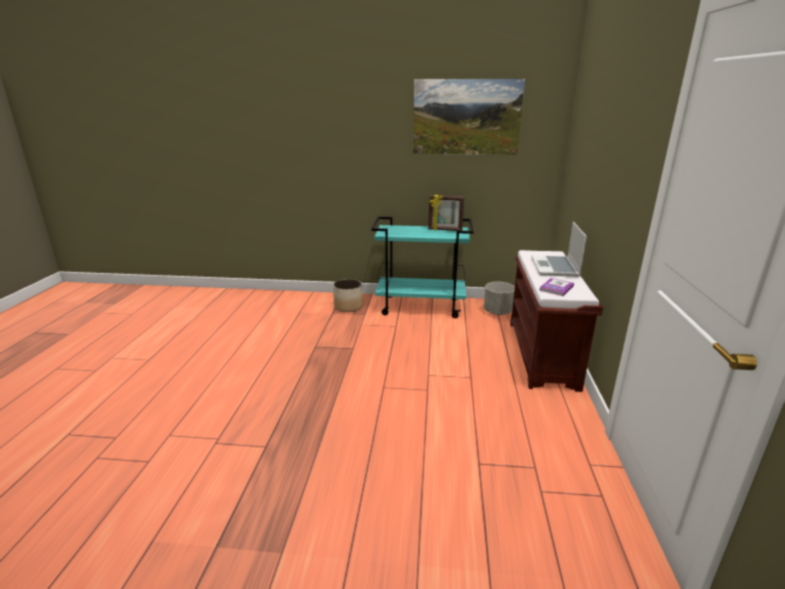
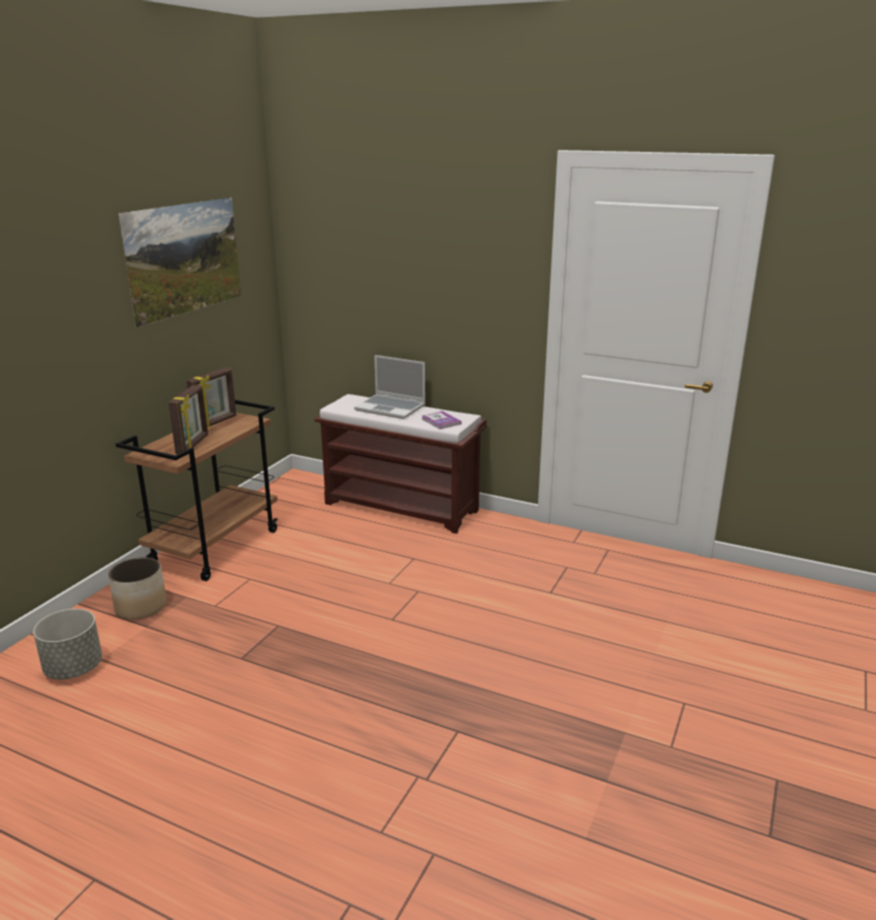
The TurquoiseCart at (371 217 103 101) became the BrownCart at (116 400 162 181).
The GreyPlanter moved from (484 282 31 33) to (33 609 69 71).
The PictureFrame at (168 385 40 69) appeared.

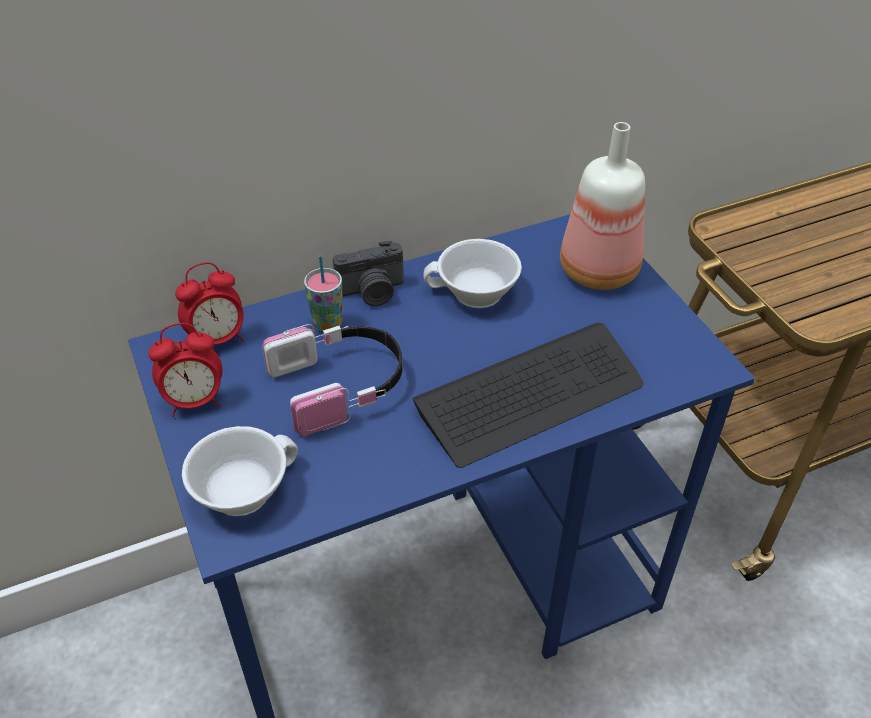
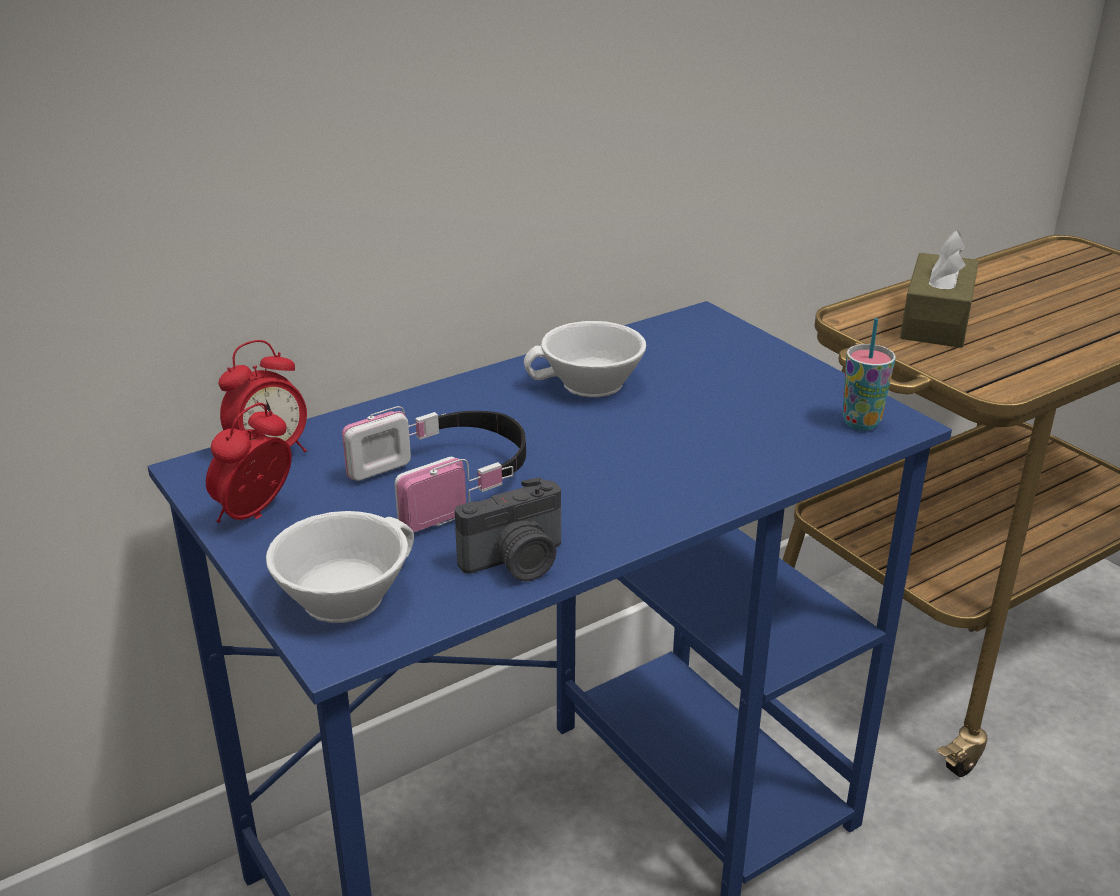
The Bottle at (560 122 85 168) disappeared.
The PhotoCamera moved from (333 241 71 65) to (455 477 106 104).
The Cup moved from (304 255 39 78) to (842 318 54 112).
The AlarmClock at (148 323 74 94) turned 150 degrees clockwise.
The Keyboard at (413 323 231 145) disappeared.
The BrownTissueBox at (900 230 79 118) appeared.

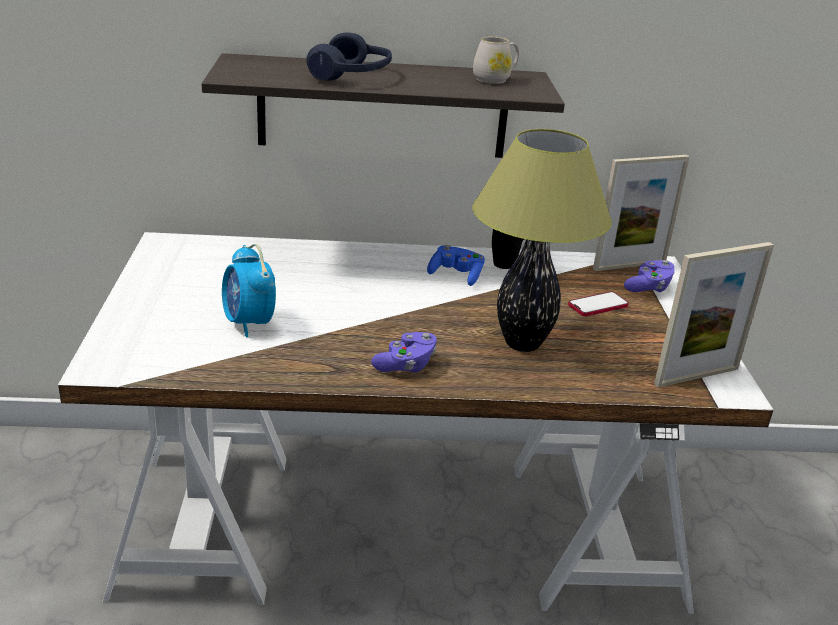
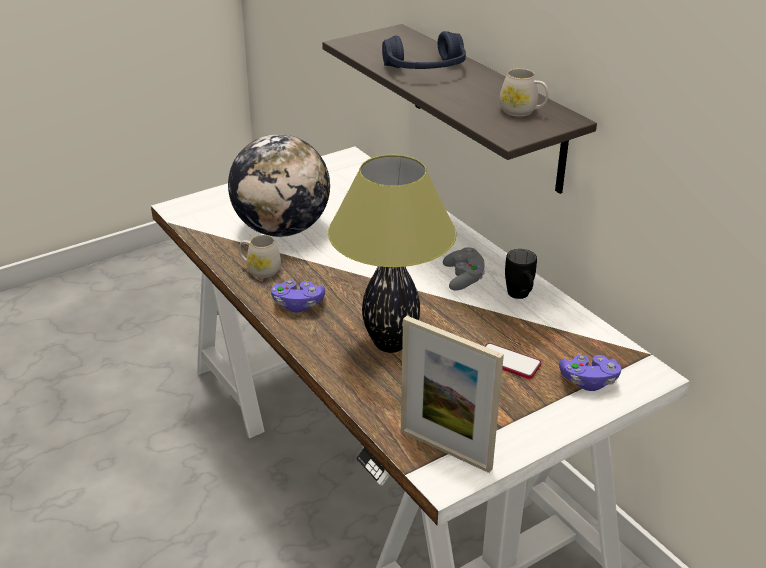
The PictureFrame at (593 155 97 116) disappeared.
The AlarmClock at (222 244 54 93) was replaced by the Globe at (228 134 102 103).
The BlueGameController at (427 245 58 41) became the GreyGameController at (443 247 42 44).
The WhiteMug at (239 235 42 43) appeared.

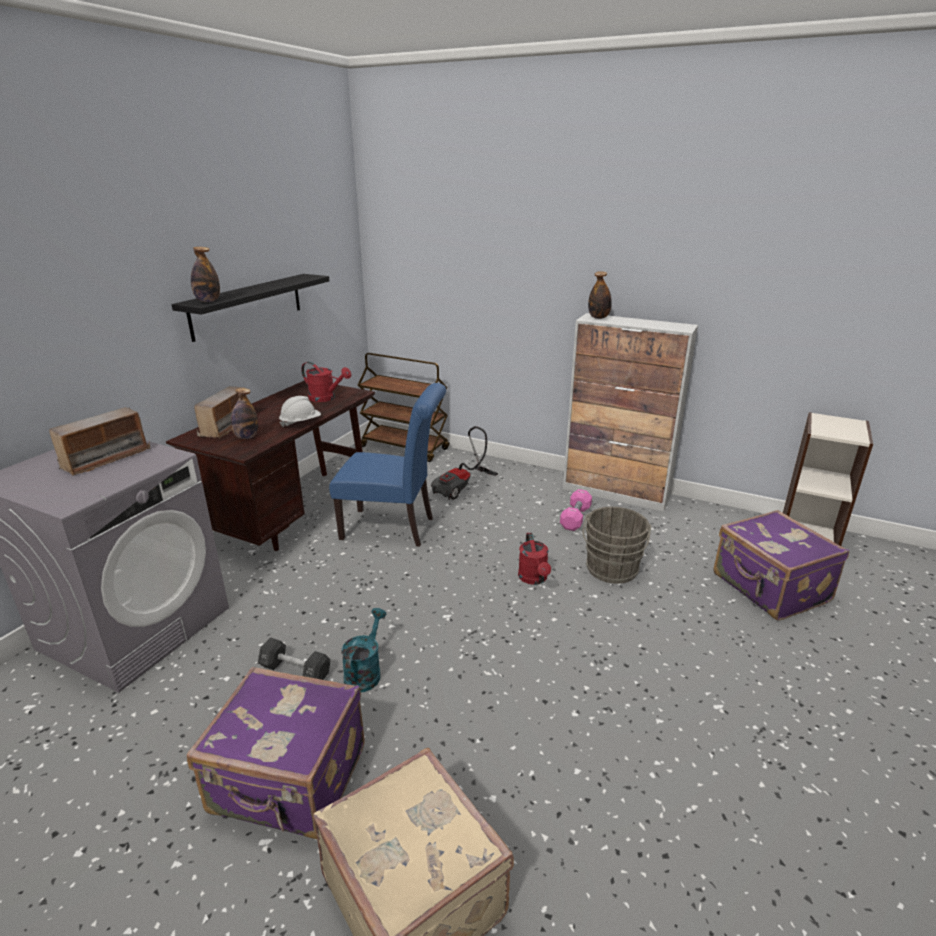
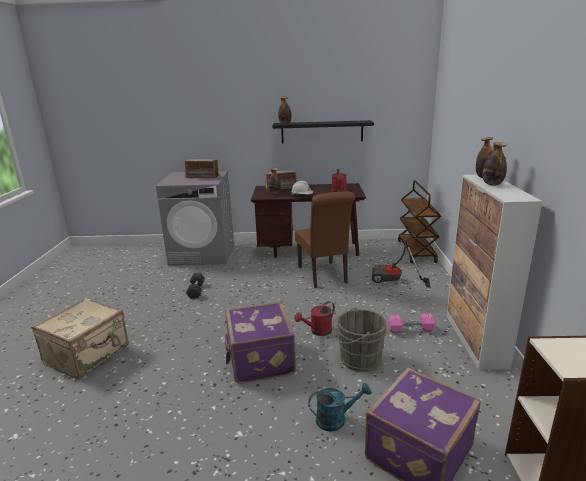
The BlueChair at (329 383 117 164) became the BrownChair at (295 191 60 97).
The TurquoiseWateringCan moved from (342 608 44 84) to (308 383 63 48).
The PurpleSuitcase moved from (187 667 178 173) to (224 302 72 82).
The Bottle at (483 142 24 44) appeared.

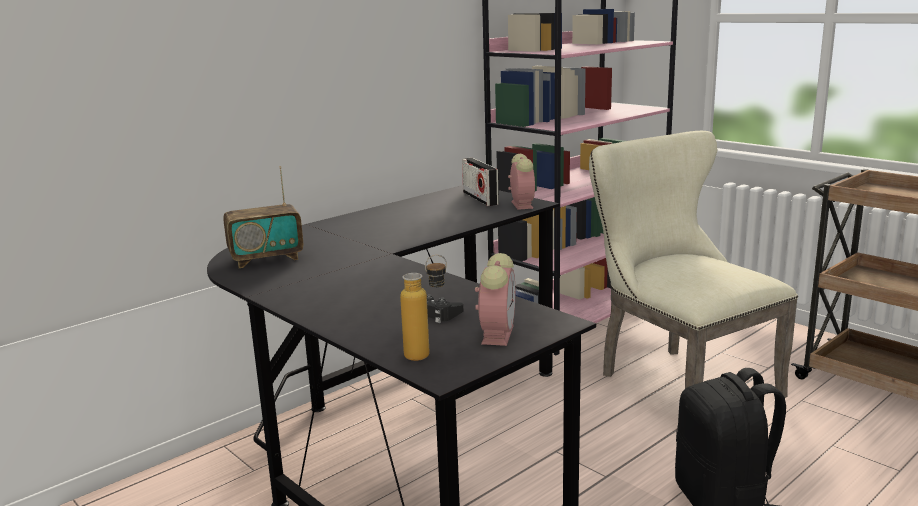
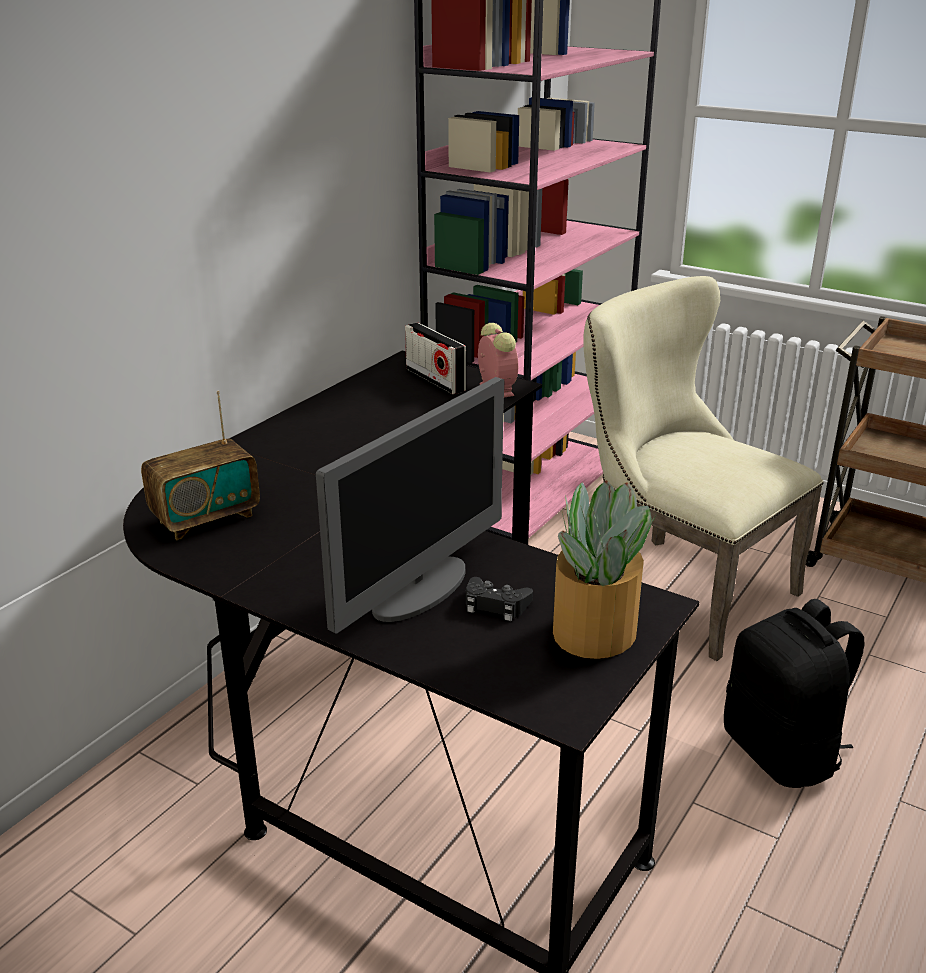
The AlarmClock at (475 253 40 93) was replaced by the PottedPlant at (553 481 103 178).
The Bottle at (400 255 47 106) disappeared.
The Monitor at (316 377 189 257) appeared.

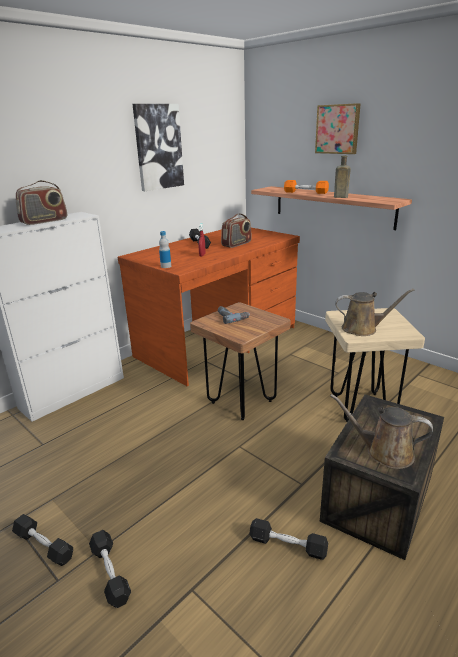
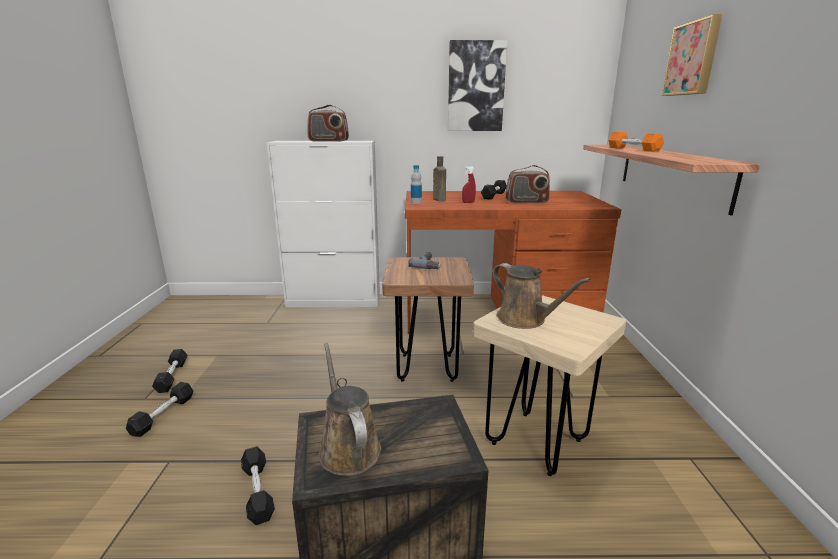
The BrownBottle moved from (334 156 17 42) to (433 156 13 46).

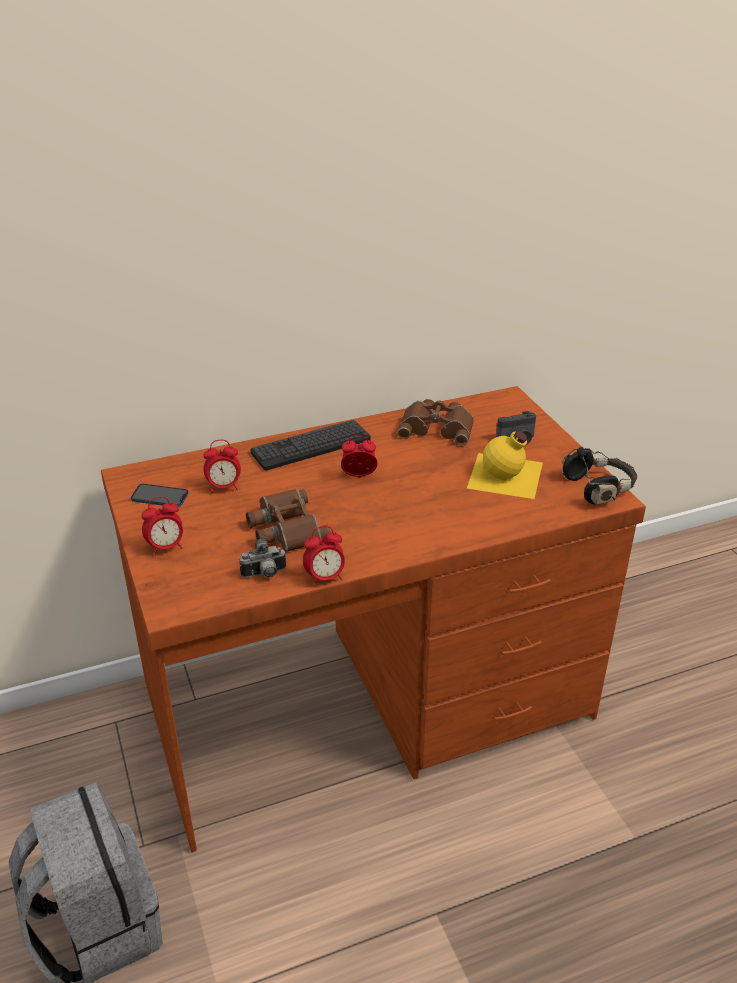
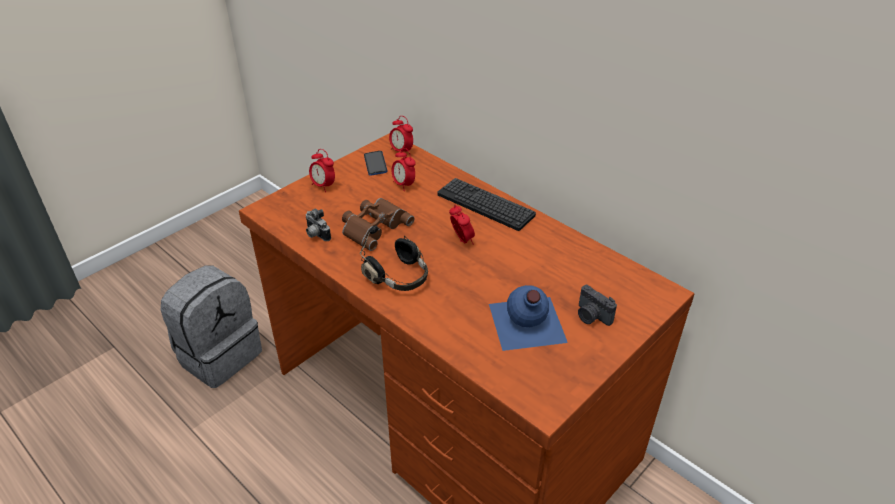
The BrownBinoculars at (398 399 76 47) disappeared.
The YellowBottle at (467 431 76 68) became the BlueBottle at (489 285 79 66).
The BlackHeadphones moved from (563 447 74 57) to (360 225 68 66).
The AlarmClock moved from (303 526 42 61) to (389 116 24 36).

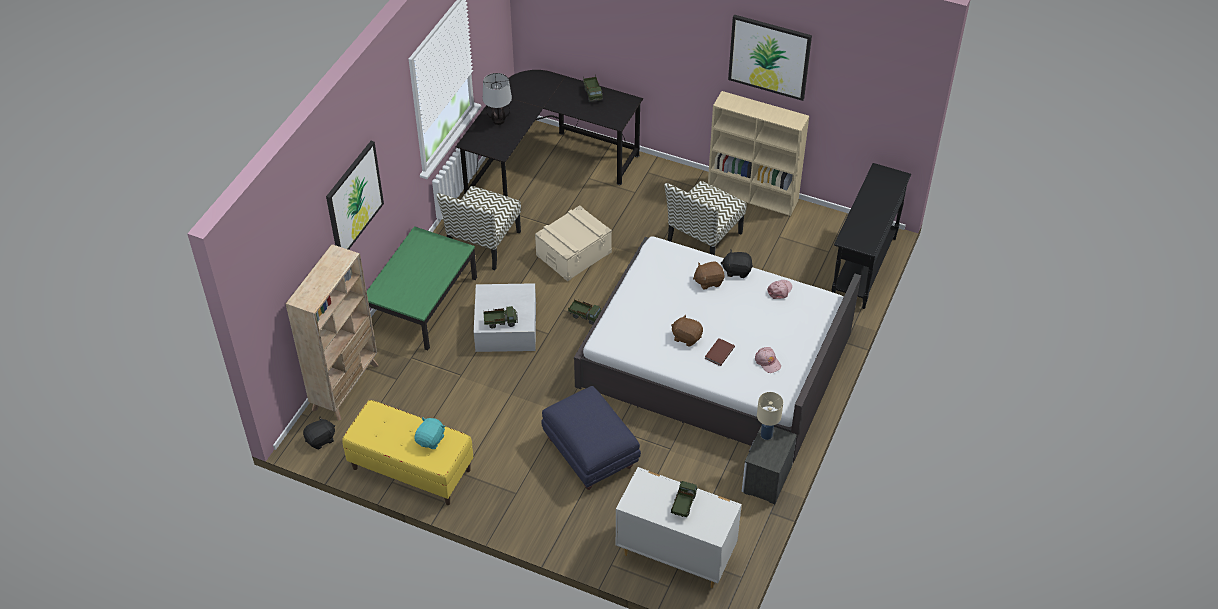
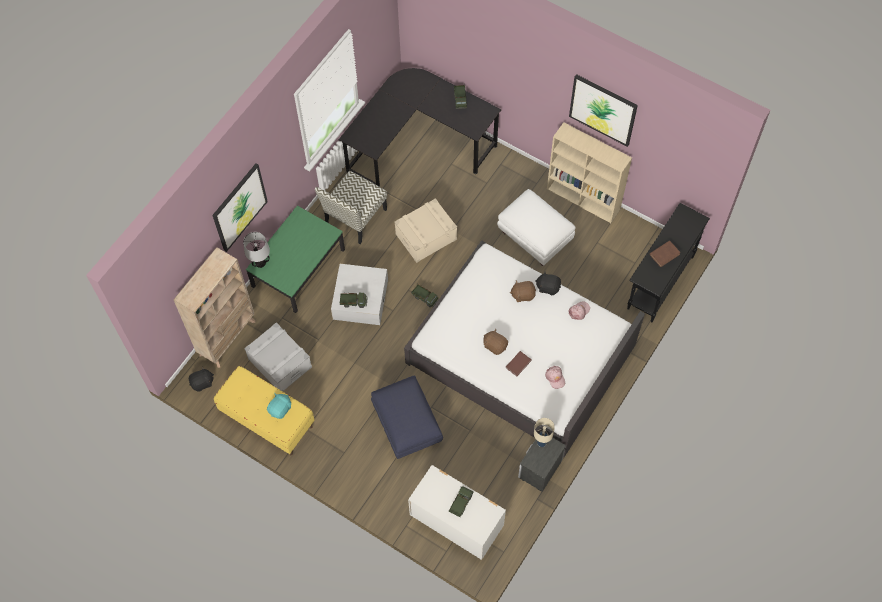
The TableLamp moved from (483 73 29 52) to (243 232 27 36).
The Chair at (665 181 82 74) was replaced by the WhiteOttoman at (497 189 79 77).
The BrownBook at (650 240 31 27) appeared.
The GreyStorageBox at (244 323 68 68) appeared.

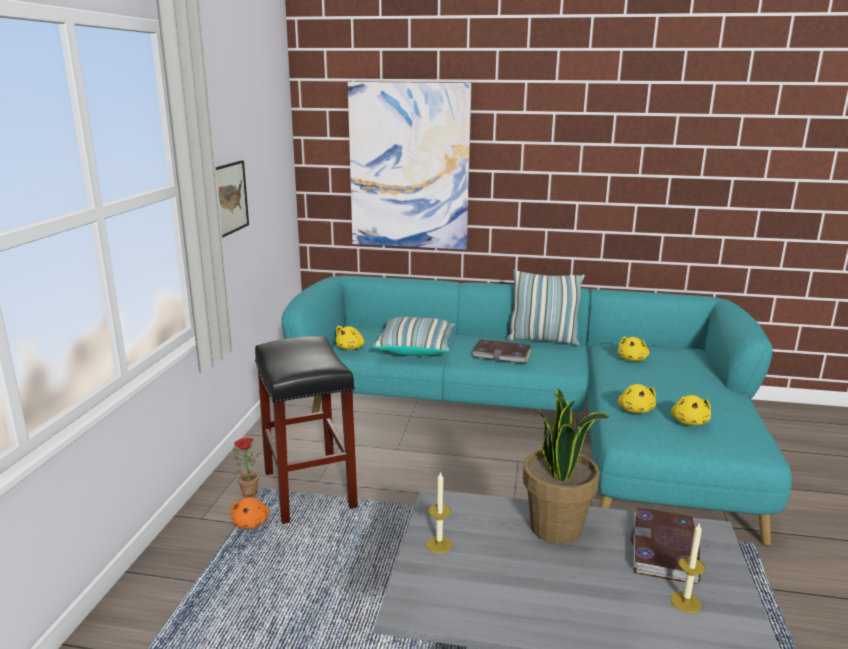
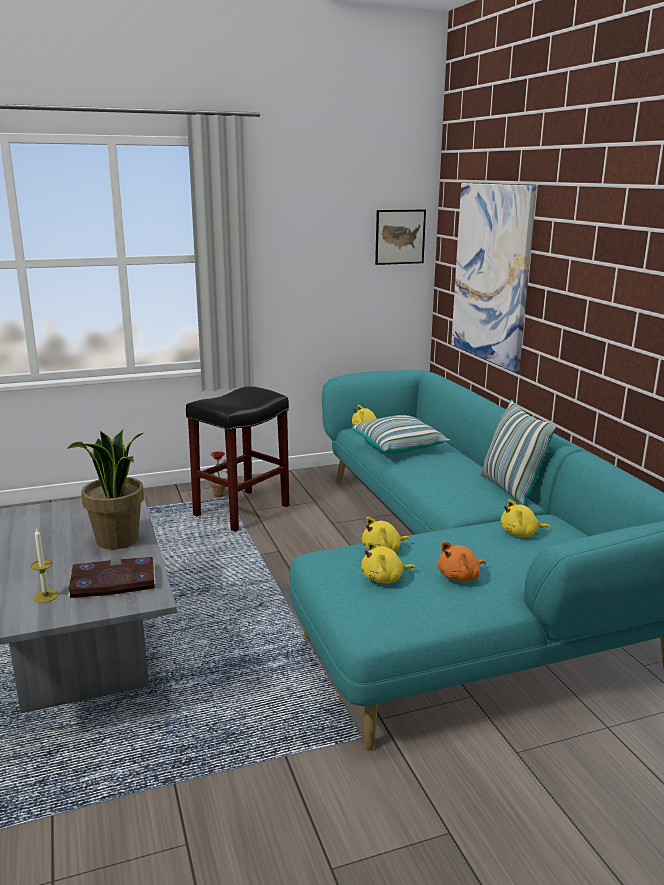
The Picture moved from (216 160 33 78) to (375 210 51 55).
The Book at (472 340 60 23) disappeared.
The Candle at (426 471 26 82) disappeared.
The OrangePlushToy moved from (231 497 39 32) to (438 541 48 41).

